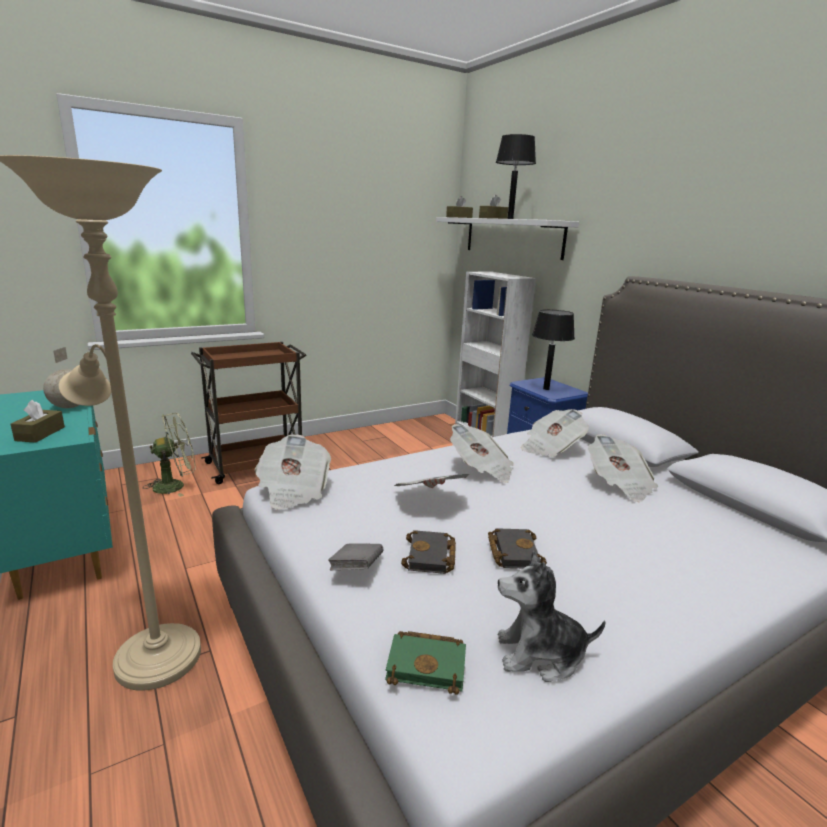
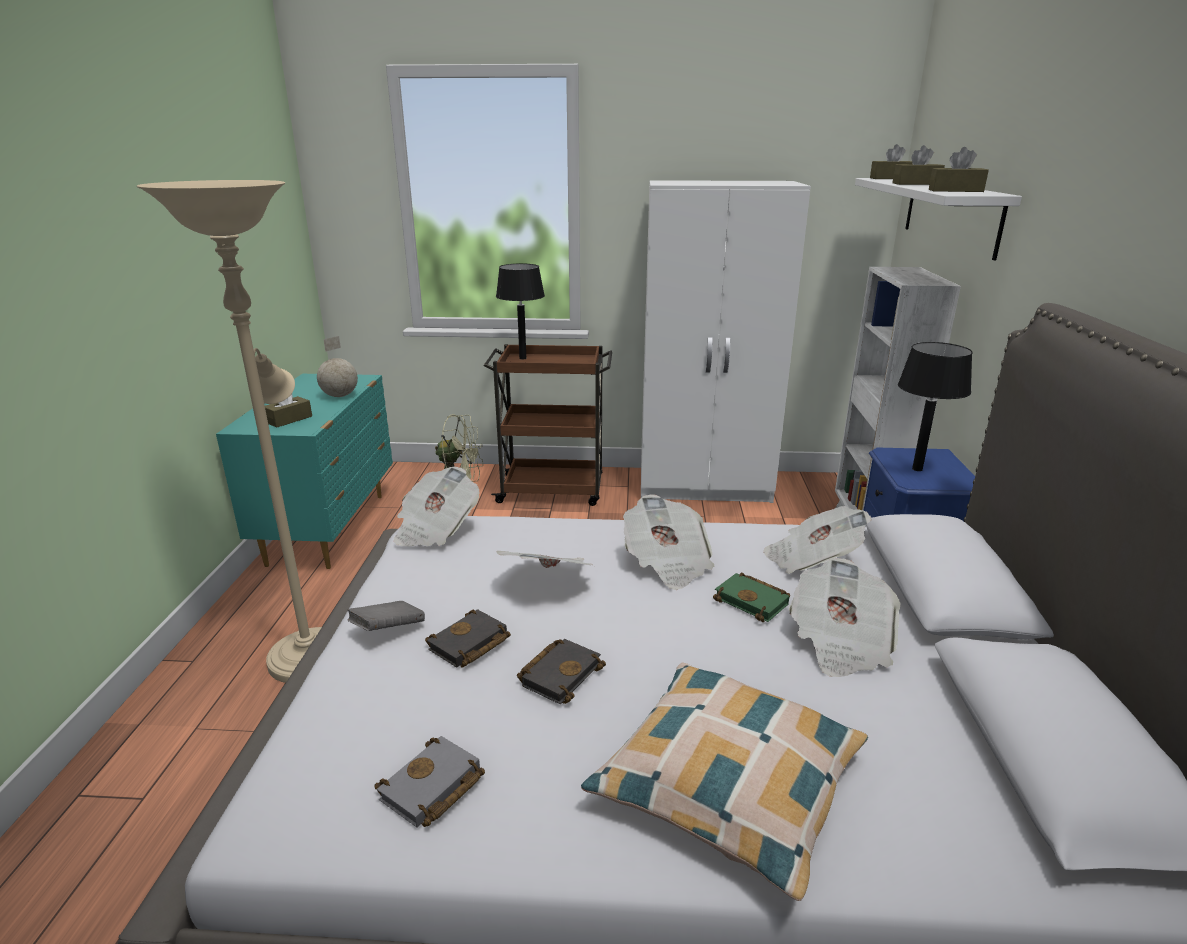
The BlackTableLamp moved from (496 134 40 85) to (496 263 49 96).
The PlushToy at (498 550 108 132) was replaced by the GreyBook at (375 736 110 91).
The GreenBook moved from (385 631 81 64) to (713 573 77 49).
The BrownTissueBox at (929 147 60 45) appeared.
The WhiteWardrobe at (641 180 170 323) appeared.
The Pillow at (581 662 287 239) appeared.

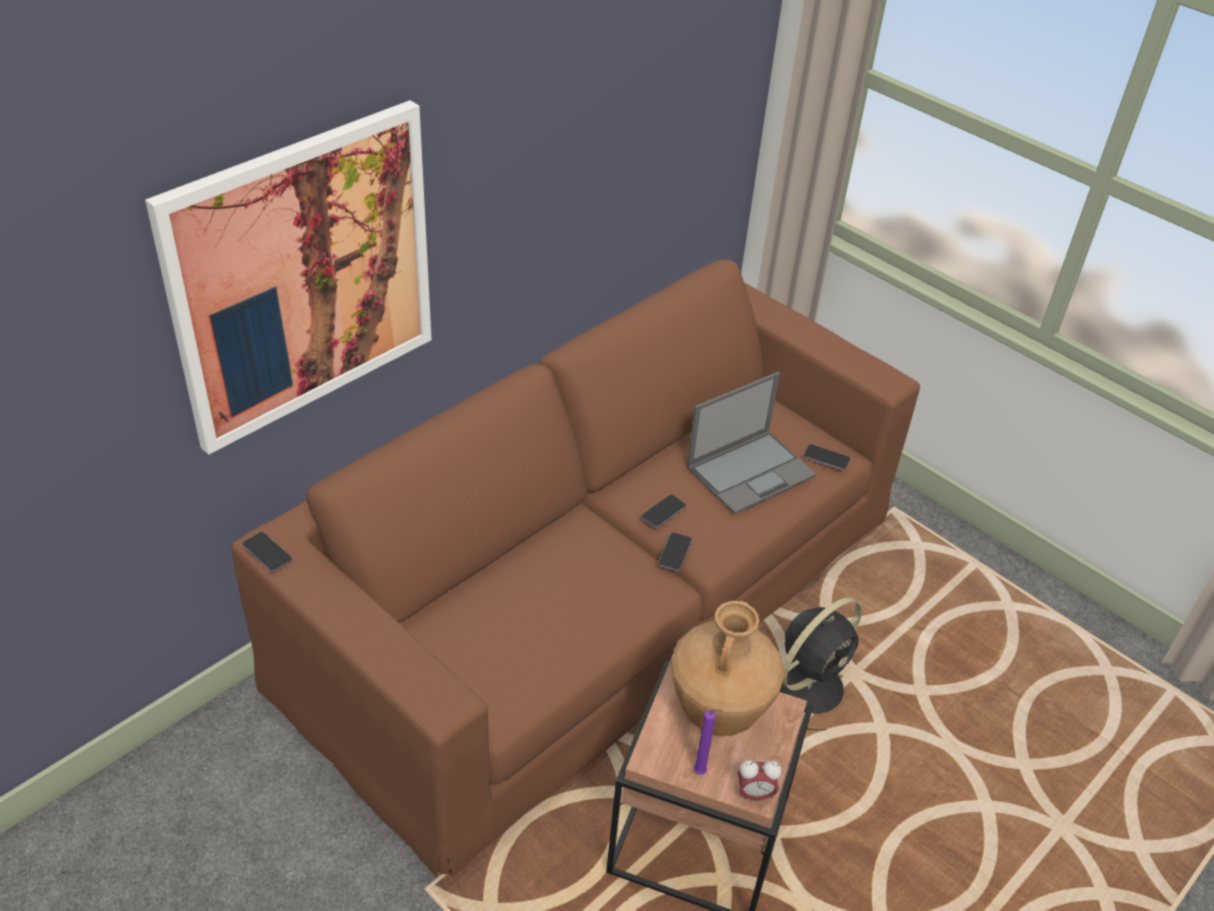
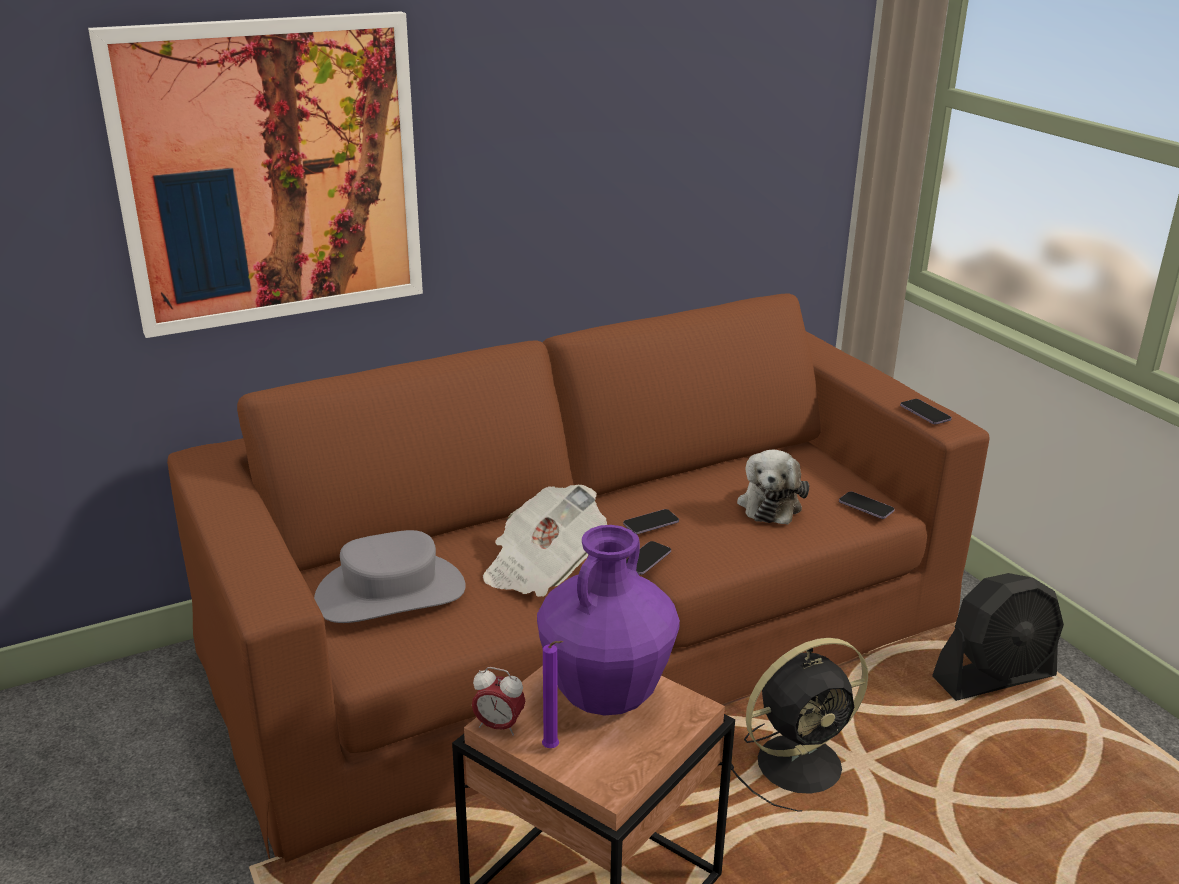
The Laptop at (687 372 129 143) was replaced by the PlushToy at (737 450 72 75).
The Phone moved from (242 532 50 40) to (900 399 52 25).
The BrownVase at (671 600 114 136) became the PurpleVase at (537 525 143 191).
The AlarmClock moved from (738 760 43 41) to (472 667 53 69).
The Newspaper at (483 485 124 112) appeared.
The GreyHat at (314 530 152 93) appeared.
The BlackFan at (932 573 132 128) appeared.

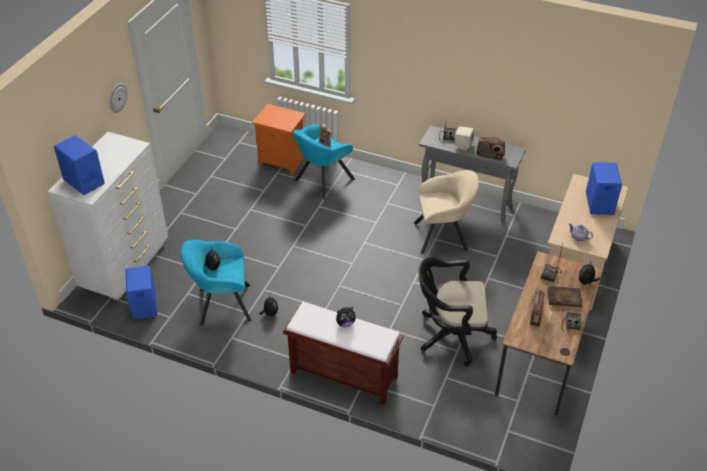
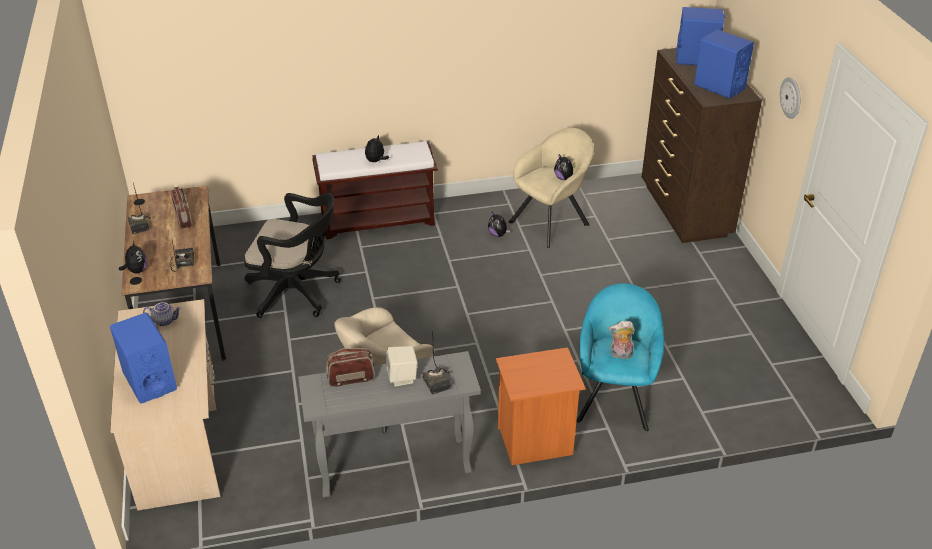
The OrangeNightstand moved from (252 104 54 71) to (496 347 89 118).
The WhiteDresser at (47 132 121 168) became the BrownDresser at (642 48 120 195).
The TurquoiseArmchair at (181 240 71 85) became the BeigeArmchair at (509 128 85 120).
The BlackOfficeChair at (418 256 79 111) turned 45 degrees clockwise.
The BlueSpeaker moved from (126 266 31 53) to (694 29 60 70).
The Book at (547 286 35 21) disappeared.

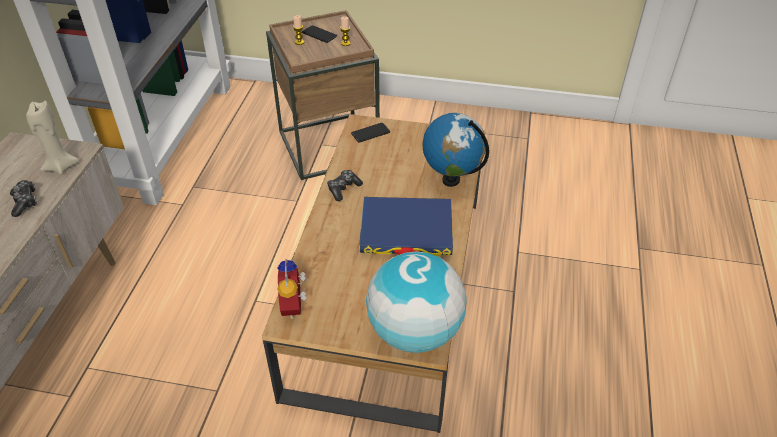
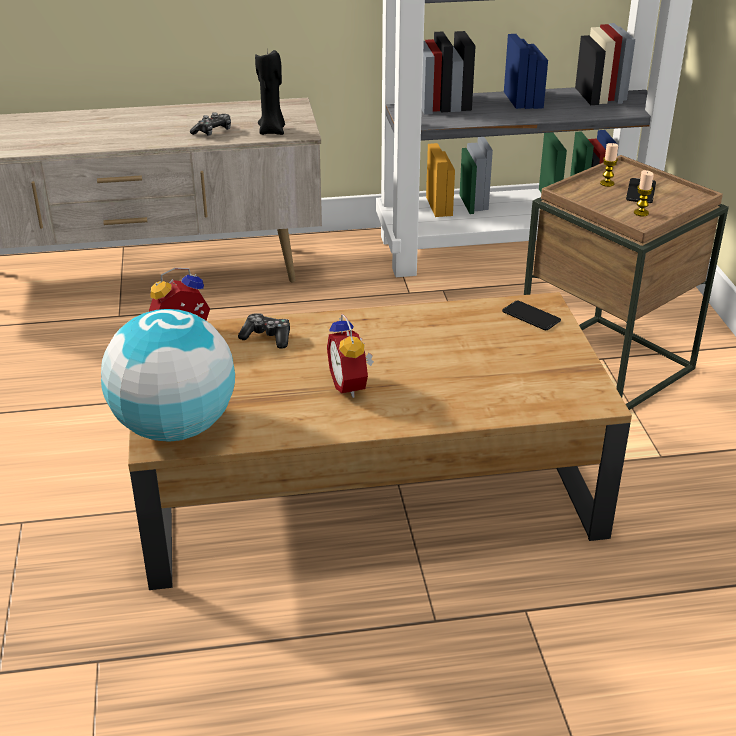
The BeigeCandle at (26 101 54 74) became the BlackCandle at (255 49 30 86).
The Globe at (422 113 67 74) disappeared.
The GameController moved from (327 170 36 31) to (238 313 52 36).
The BlueBook at (359 197 94 59) was replaced by the AlarmClock at (327 314 47 84).

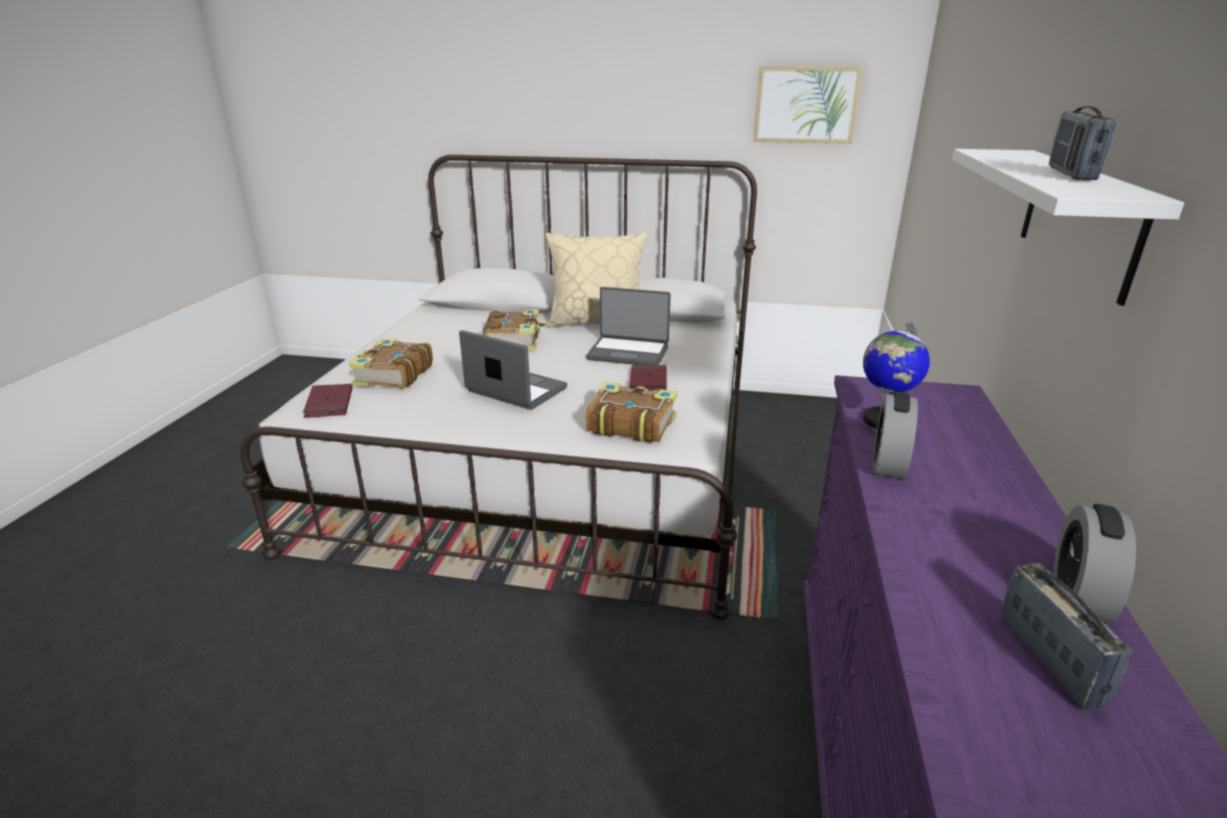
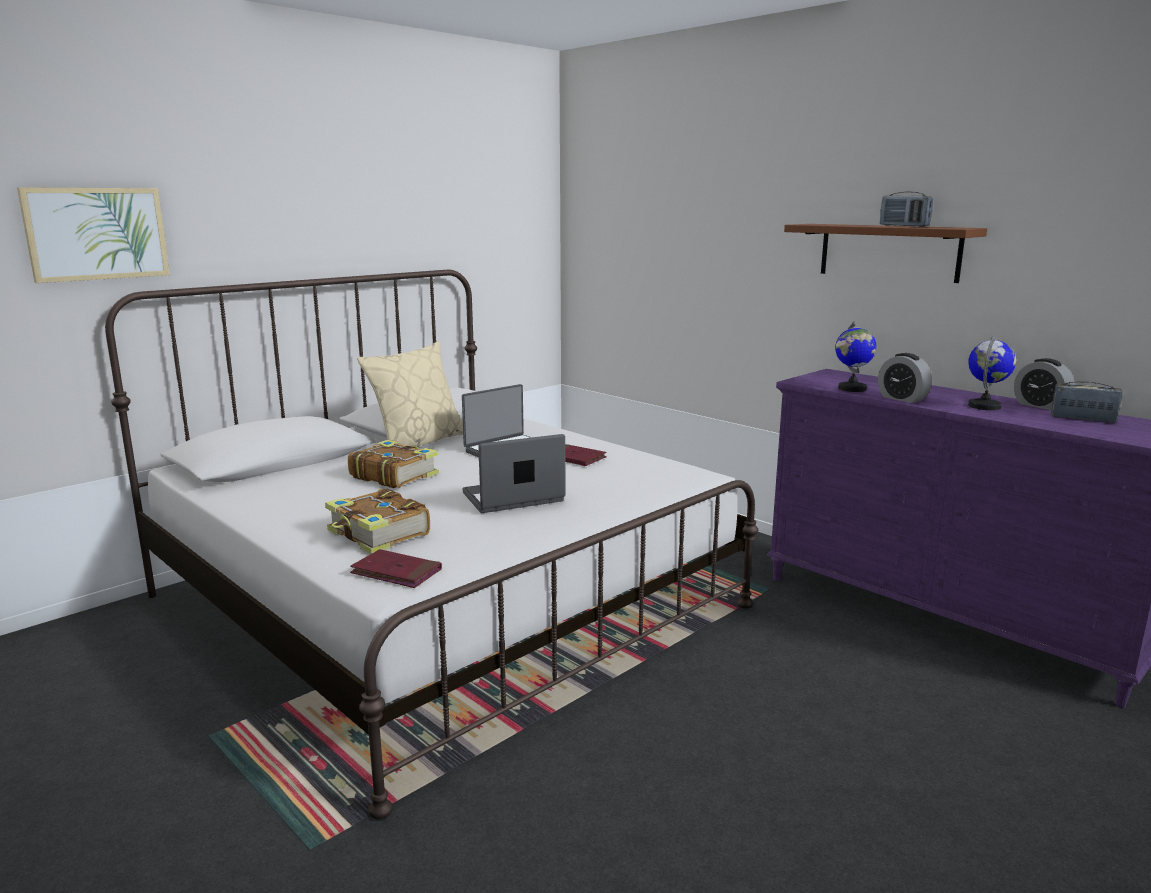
The Picture moved from (753 66 110 78) to (17 187 153 96).
The WhiteShelf at (952 149 232 157) became the BrownShelf at (784 224 203 59).
The Book at (586 382 91 61) disappeared.
The Globe at (968 336 48 74) appeared.

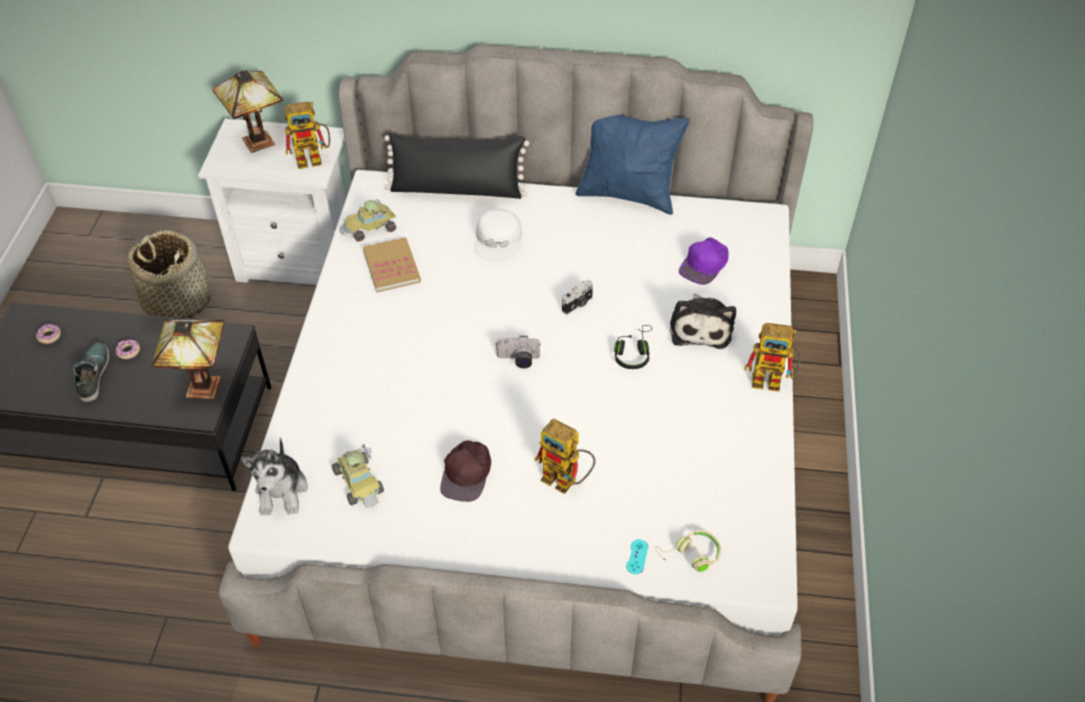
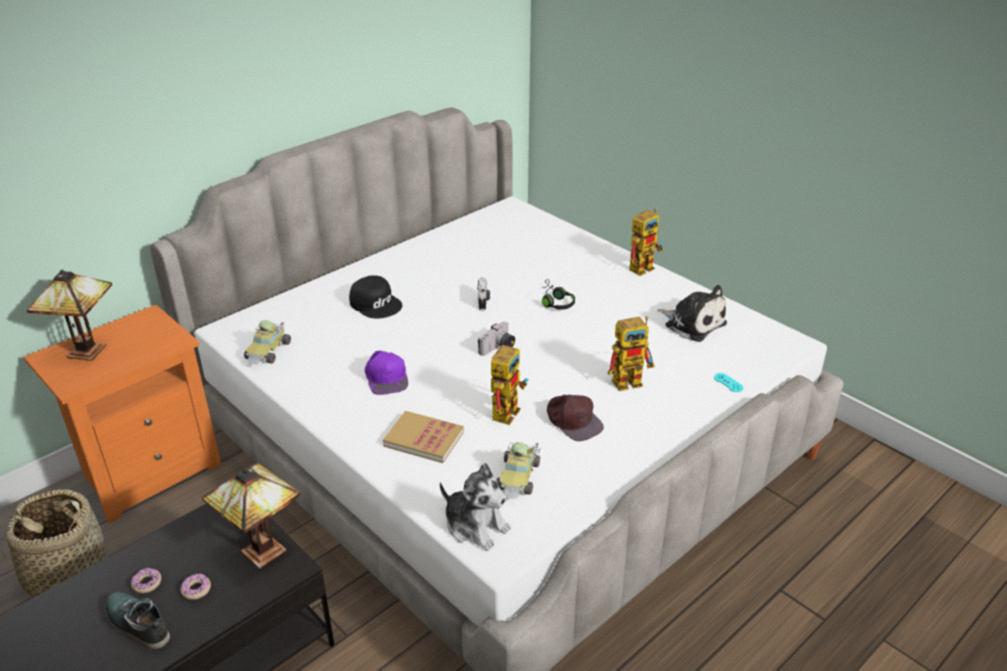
The ToyRobot moved from (284 101 46 68) to (491 341 37 84).
The BluePillow at (575 114 115 101) disappeared.
The WhiteNightstand at (198 119 147 166) became the OrangeNightstand at (24 305 198 218).
The BlackPillow at (384 133 145 66) disappeared.
The WhiteCap at (475 209 47 54) became the BlackCap at (349 275 53 43).
The Book moved from (363 237 58 55) to (383 411 81 52).
The PurpleCap moved from (679 237 50 48) to (365 351 43 44).
The PlushToy moved from (670 294 66 55) to (657 285 70 57).
The Donut moved from (36 324 25 20) to (181 574 30 26).
The ToyCar at (332 444 52 64) turned 90 degrees clockwise.
The BeigeHeadphones at (656 530 65 42) disappeared.

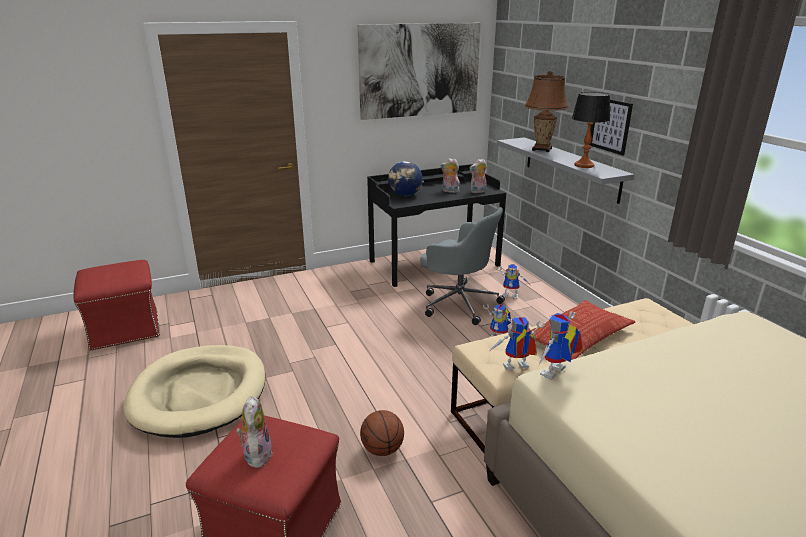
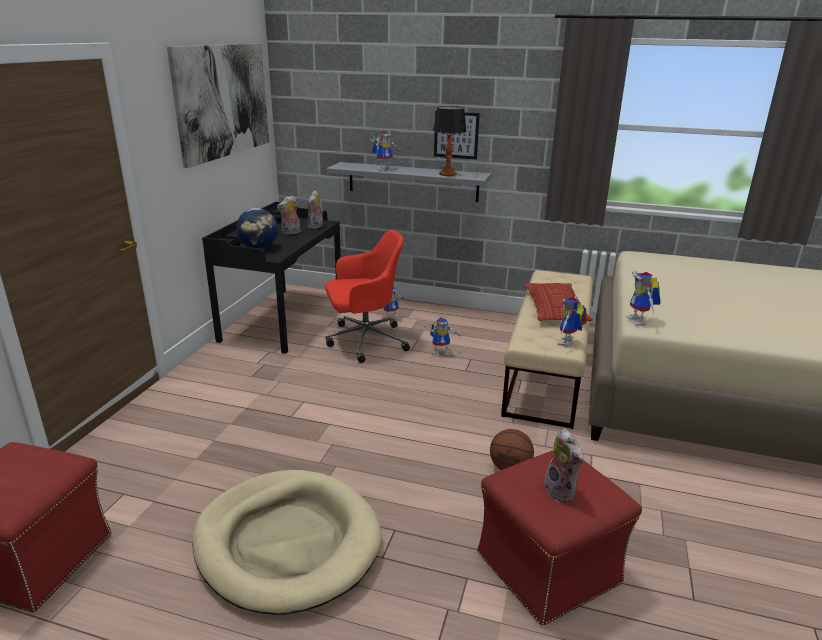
The BrownTableLamp at (525 71 44 81) was replaced by the ToyRobot at (370 131 31 40).
The GreyOfficeChair at (420 207 85 118) became the RedOfficeChair at (325 230 85 133).
The PlushToy at (236 396 36 72) turned 150 degrees counterclockwise.

